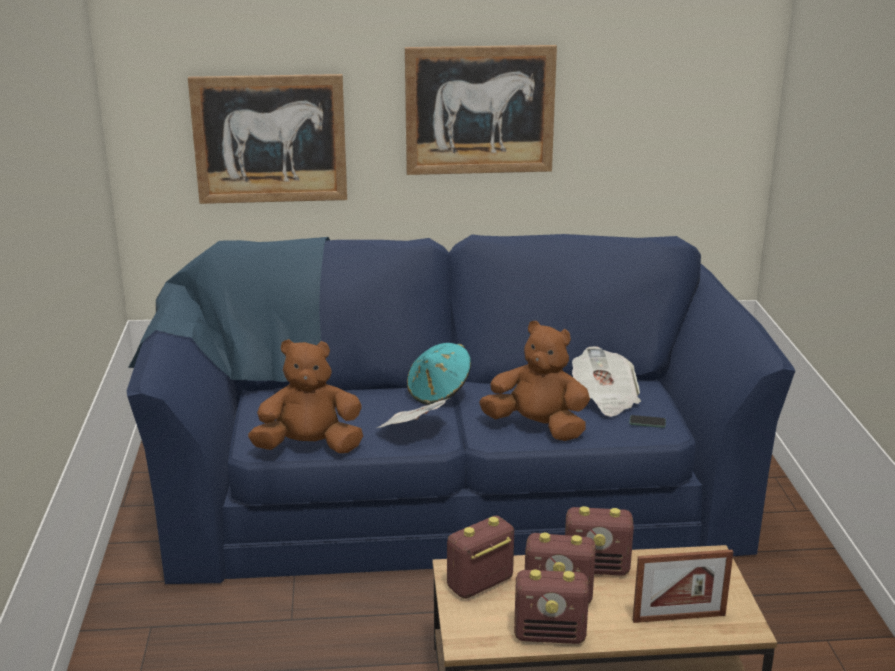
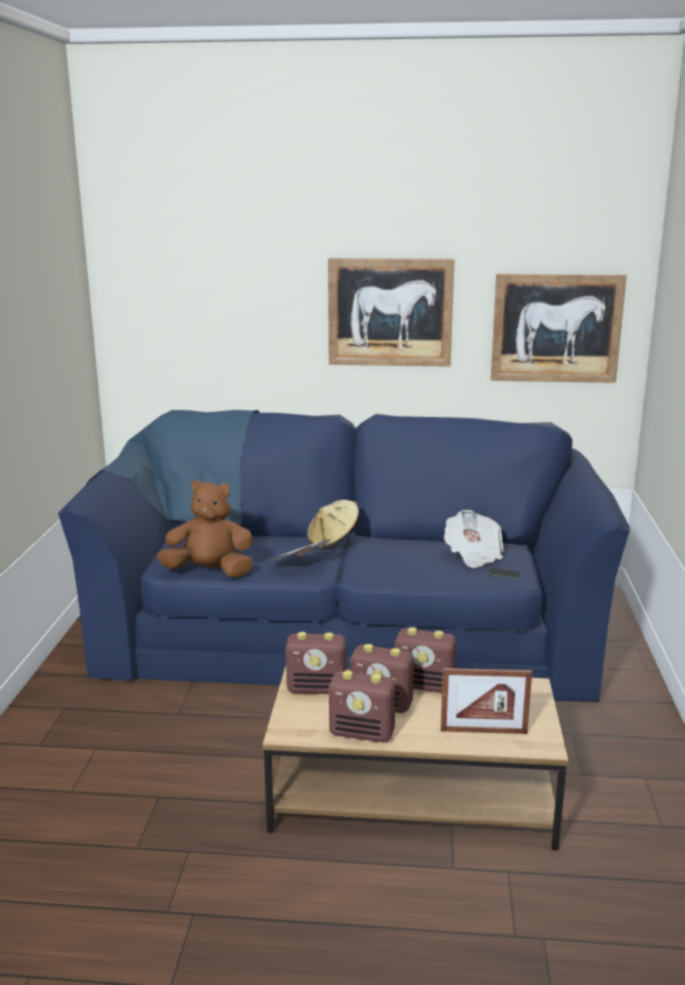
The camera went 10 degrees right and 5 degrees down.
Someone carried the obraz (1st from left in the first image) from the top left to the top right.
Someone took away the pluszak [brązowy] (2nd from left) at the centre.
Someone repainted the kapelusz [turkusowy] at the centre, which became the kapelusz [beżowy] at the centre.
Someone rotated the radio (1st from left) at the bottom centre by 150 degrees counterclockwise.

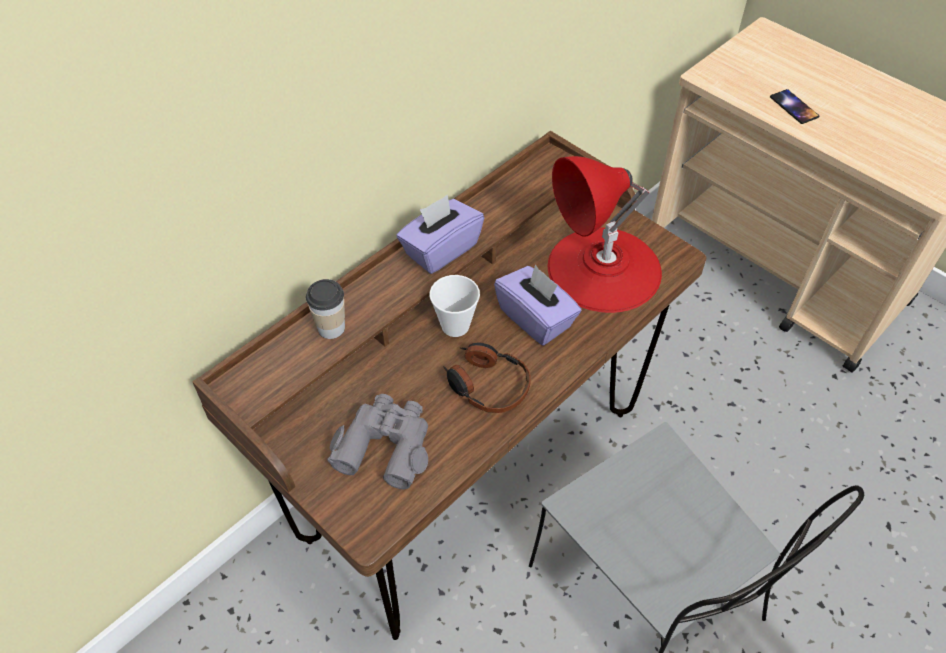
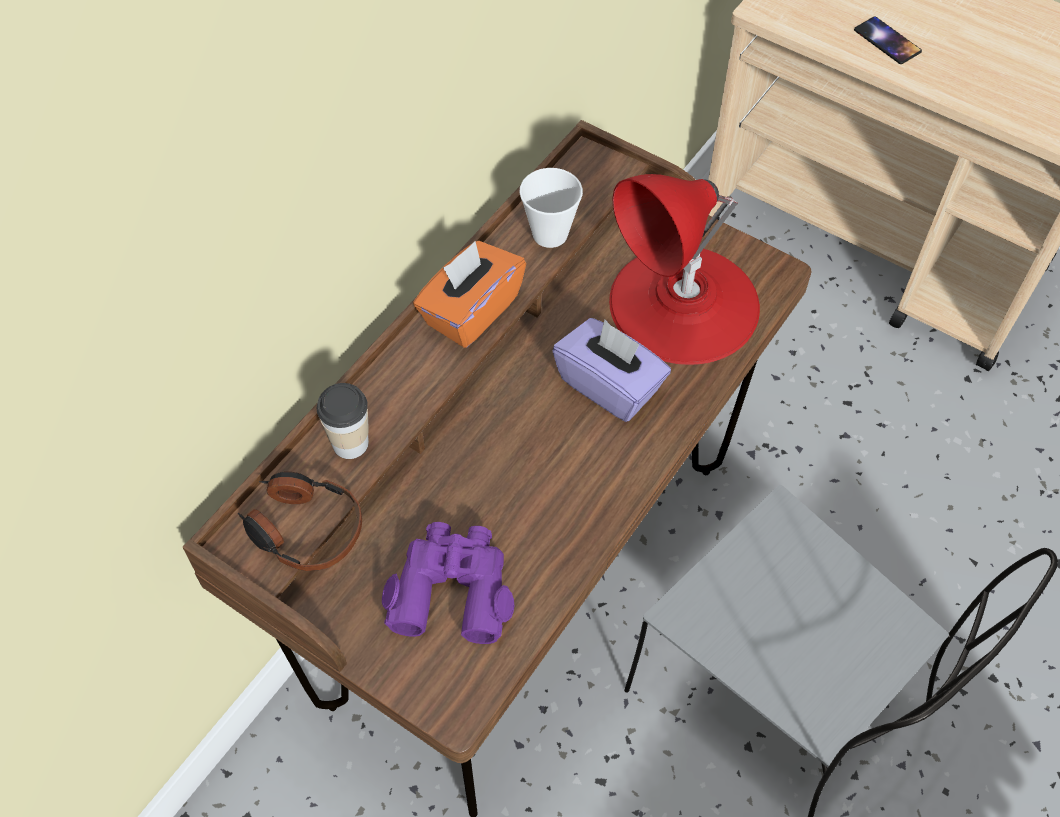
The camera went 10 degrees left and 5 degrees up.
Someone repainted the pudełko chusteczek [fioletowy] (1st from left) at the centre, which became the pudełko chusteczek [pomarańczowy] at the centre.
Someone carried the filiżanka (2nd from left) from the centre to the top centre.
Someone carried the słuchawki from the centre to the middle left.
Someone repainted the lornetka [szary] at the bottom centre, which became the lornetka [fioletowy] at the bottom centre.

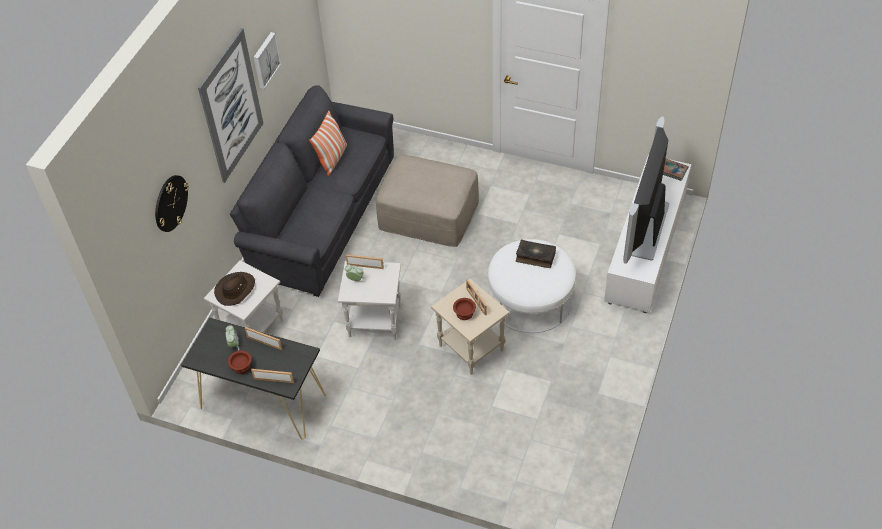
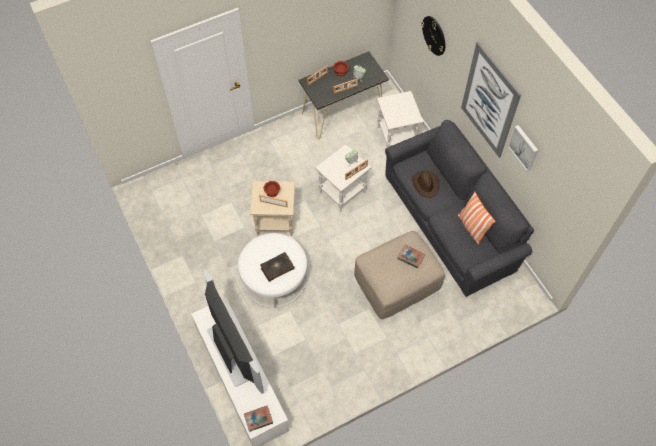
The camera went 130 degrees right and 10 degrees up.
Someone carried the kapelusz [brązowy] from the middle left to the centre.
Someone put down the książka (3rd from left) at the centre.

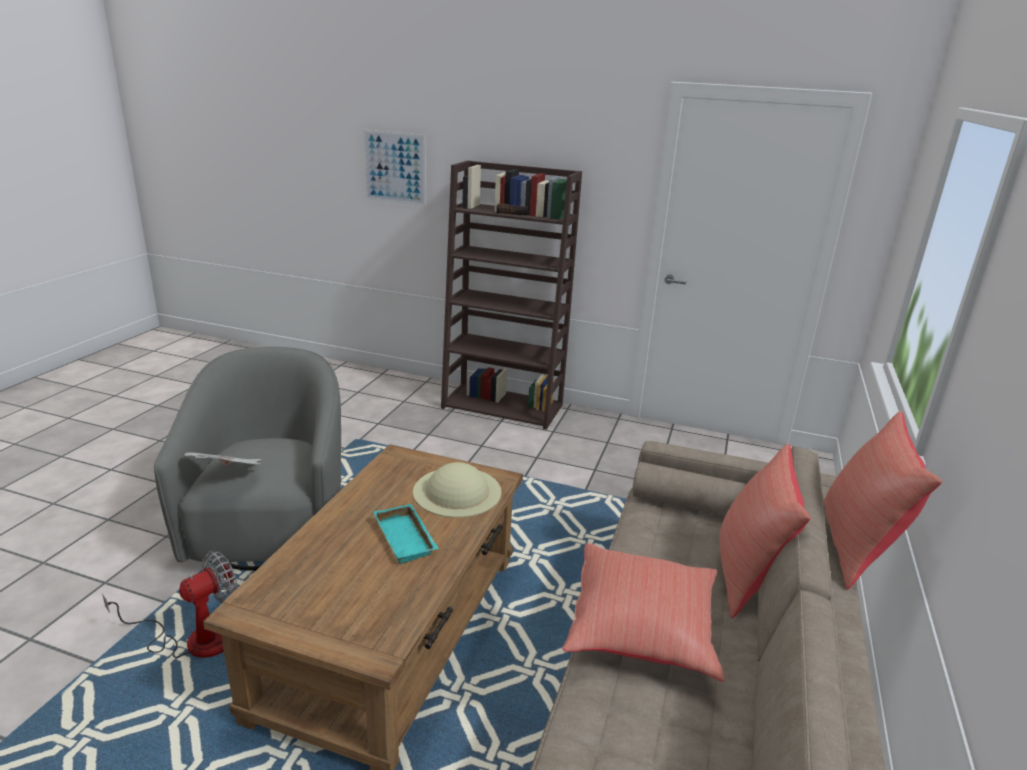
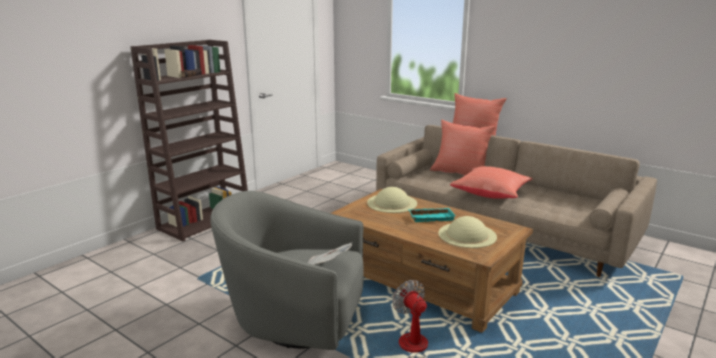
The camera went 70 degrees left and 5 degrees down.
Someone took away the obraz at the top centre.
Someone put down the kapelusz [beżowy] (2nd from left) at the centre.

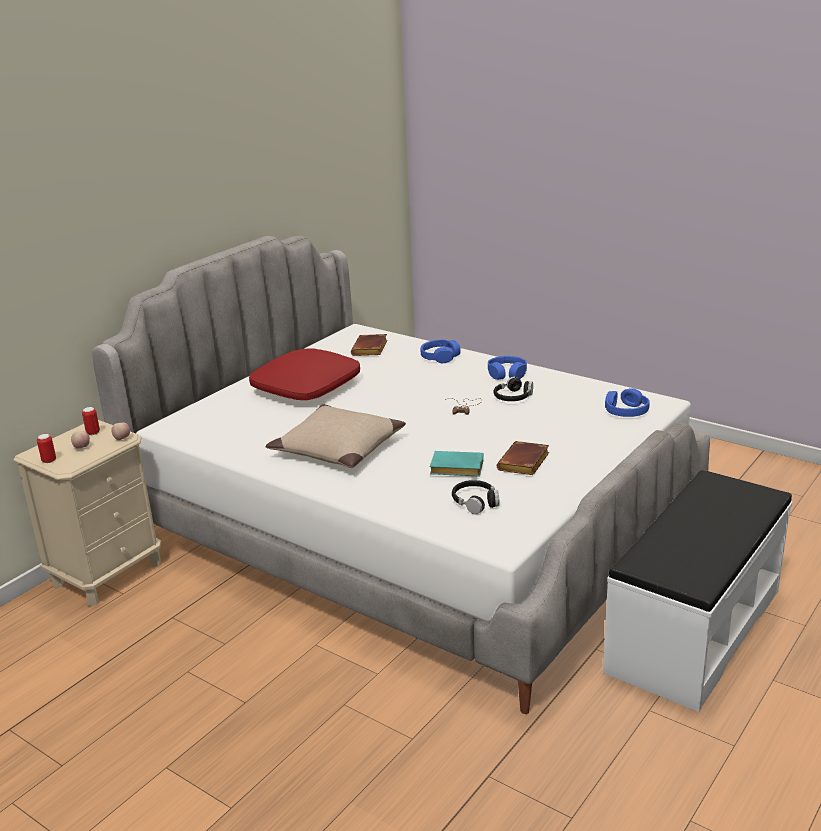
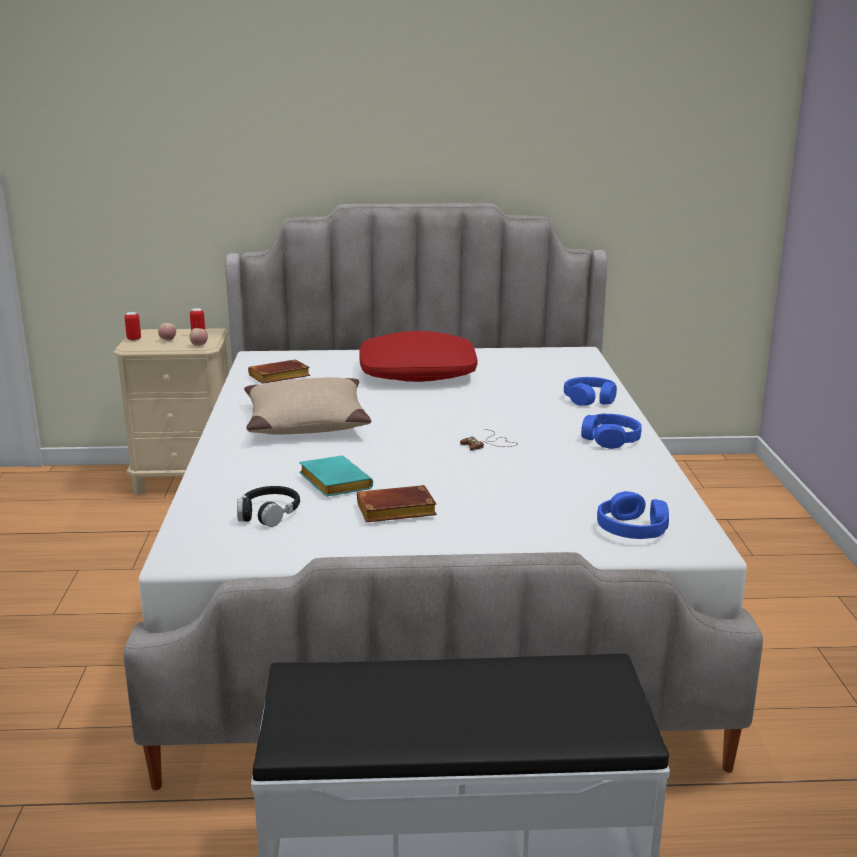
The camera went 50 degrees right and 5 degrees down.
Someone carried the książka [brązowy] (1st from left) from the centre to the middle left.
Someone took away the słuchawki [czarny] (2nd from left) at the centre.

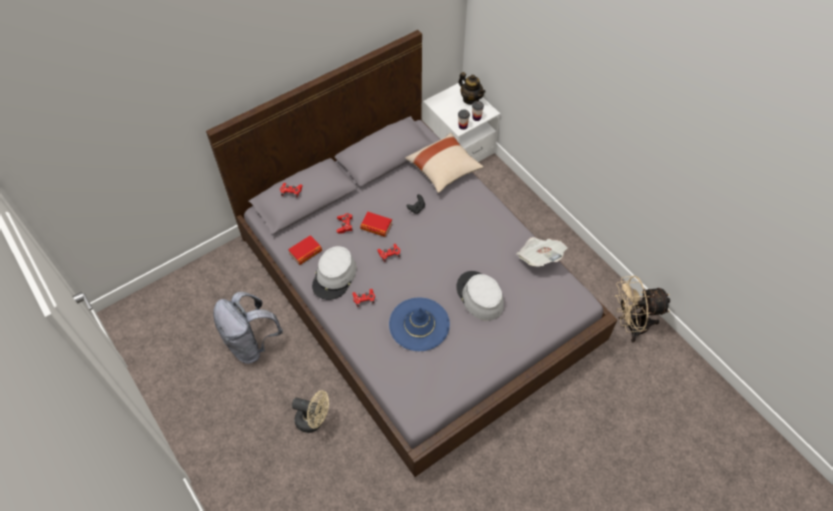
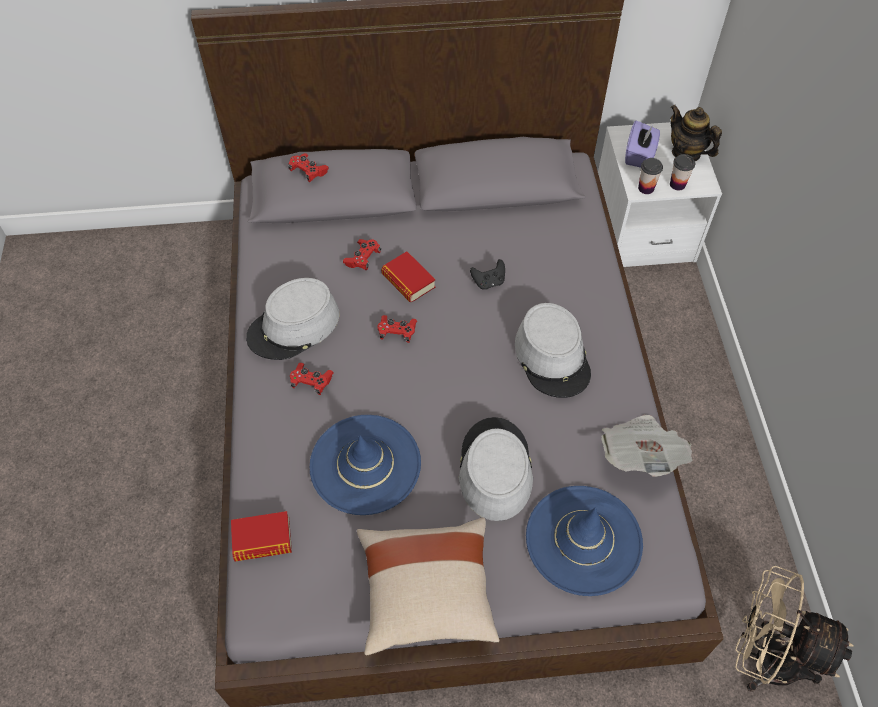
The camera went 30 degrees right and 0 degrees up.
Someone rotated the imbryk at the top centre by 150 degrees clockwise.
Someone carried the poduszka [beżowy] from the top centre to the bottom centre.
Someone carried the książka (1st from left) from the centre to the bottom left.
Someone took away the plecak [szary] at the middle left.
Someone took away the wentylator [beżowy] (1st from left) at the bottom centre.
Someone put down the pudełko chusteczek [fioletowy] at the top right.
Someone put down the kapelusz [szary] (3rd from left) at the centre.
Someone put down the kapelusz [niebieski] (2nd from left) at the bottom centre.

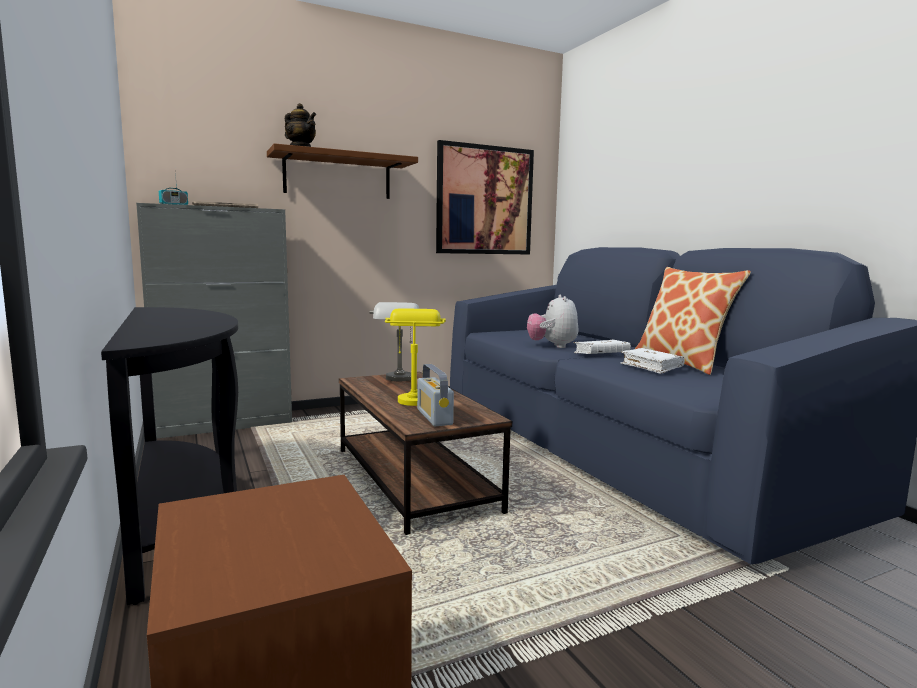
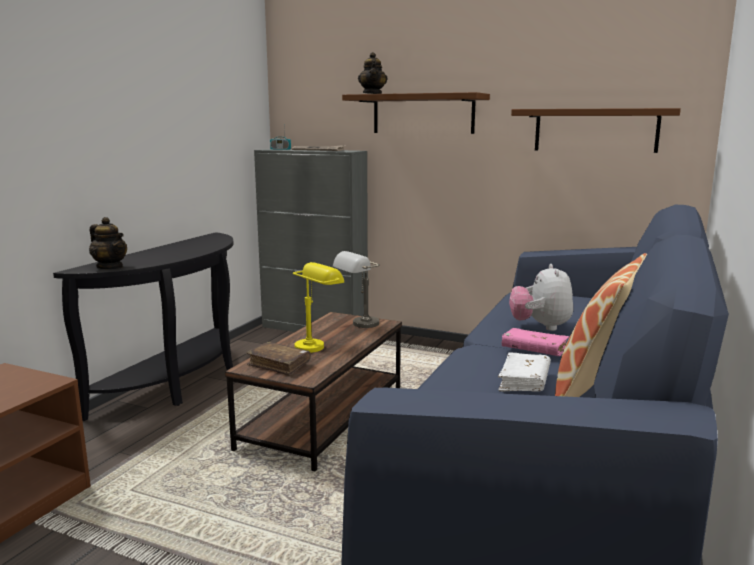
The camera went 50 degrees right and 5 degrees up.
Someone swapped the obraz at the top centre for the półka [brązowy] (2nd from left) at the top right.
Someone rotated the pluszak at the centre by 45 degrees counterclockwise.
Someone repainted the książka [biały] (1st from left) at the centre, which became the książka [różowy] at the middle right.
Someone swapped the radio (2nd from left) at the centre for the książka [brązowy] at the centre.
Someone put down the imbryk (1st from left) at the middle left.

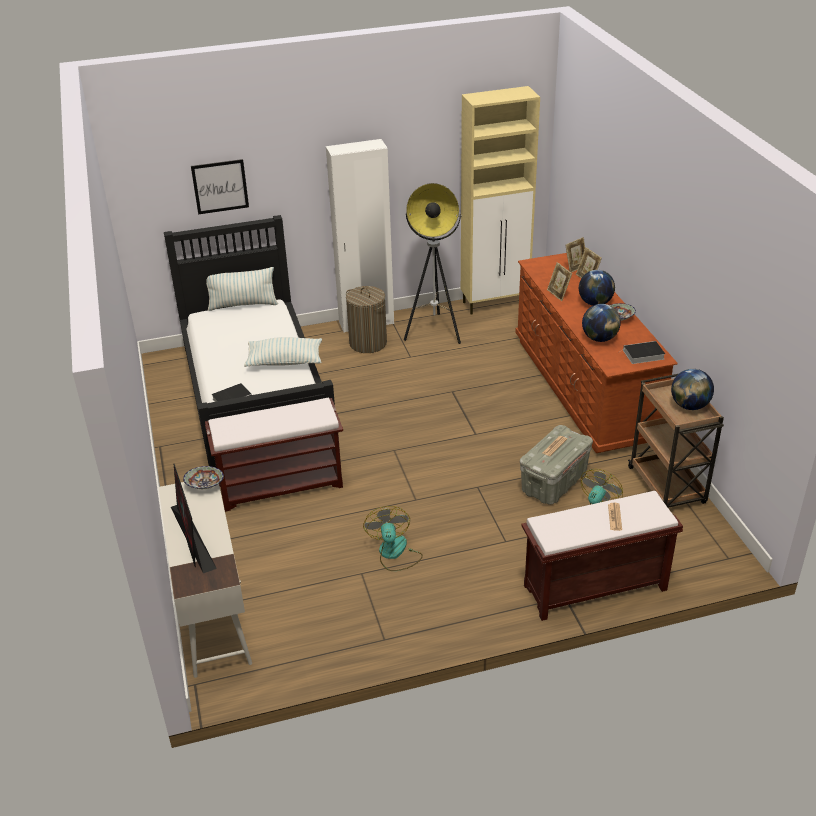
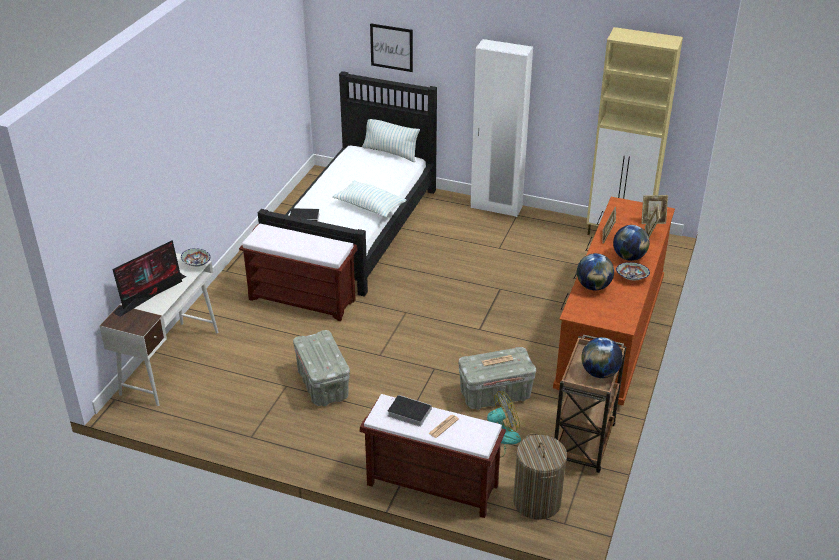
The camera went 35 degrees right and 0 degrees up.
Someone took away the lampa stojąca at the top centre.
Someone carried the kosz na pranie from the centre to the bottom centre.
Someone carried the książka (2nd from left) from the middle right to the bottom centre.
Someone rotated the monitor at the middle left by 150 degrees counterclockwise.
Someone swapped the wentylator (1st from left) at the centre for the pojemnik do przechowywania [szary] (1st from left) at the centre.

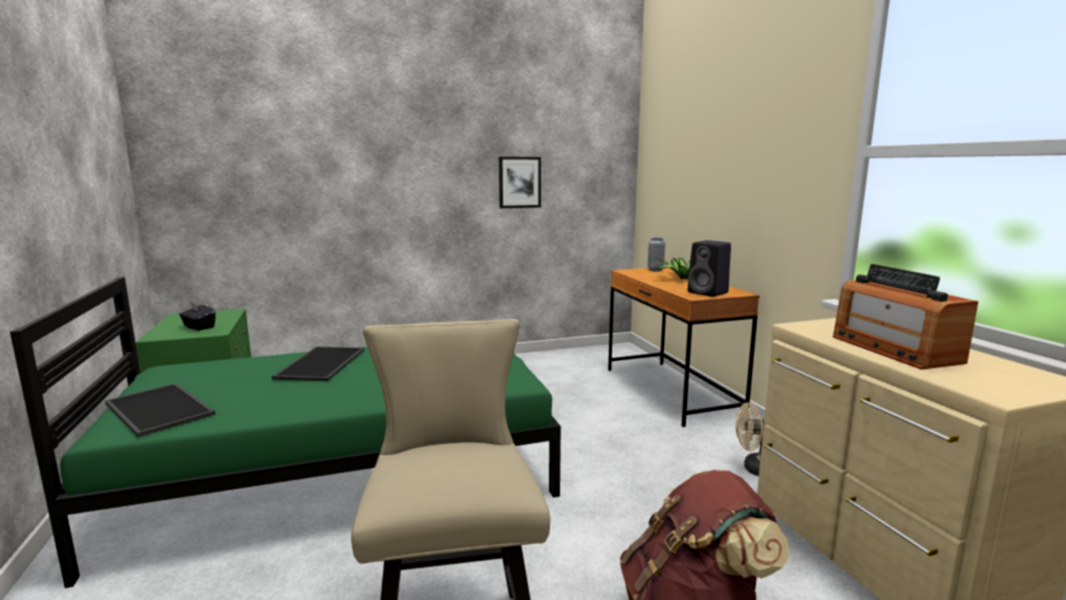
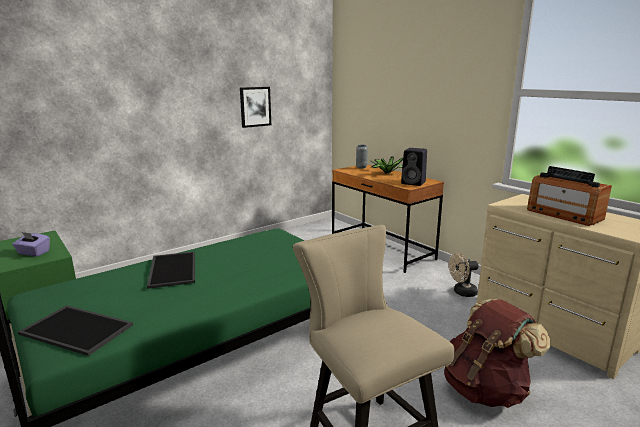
The camera went 20 degrees left and 5 degrees up.
Someone repainted the pudełko chusteczek [czarny] at the middle left, which became the pudełko chusteczek [fioletowy] at the middle left.

